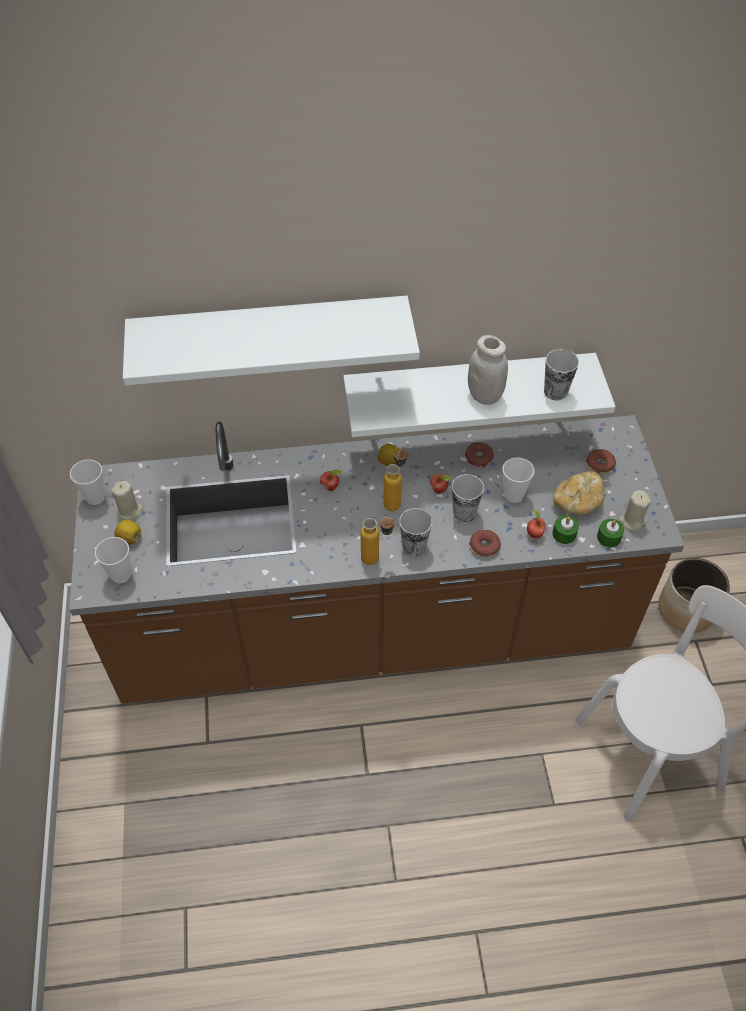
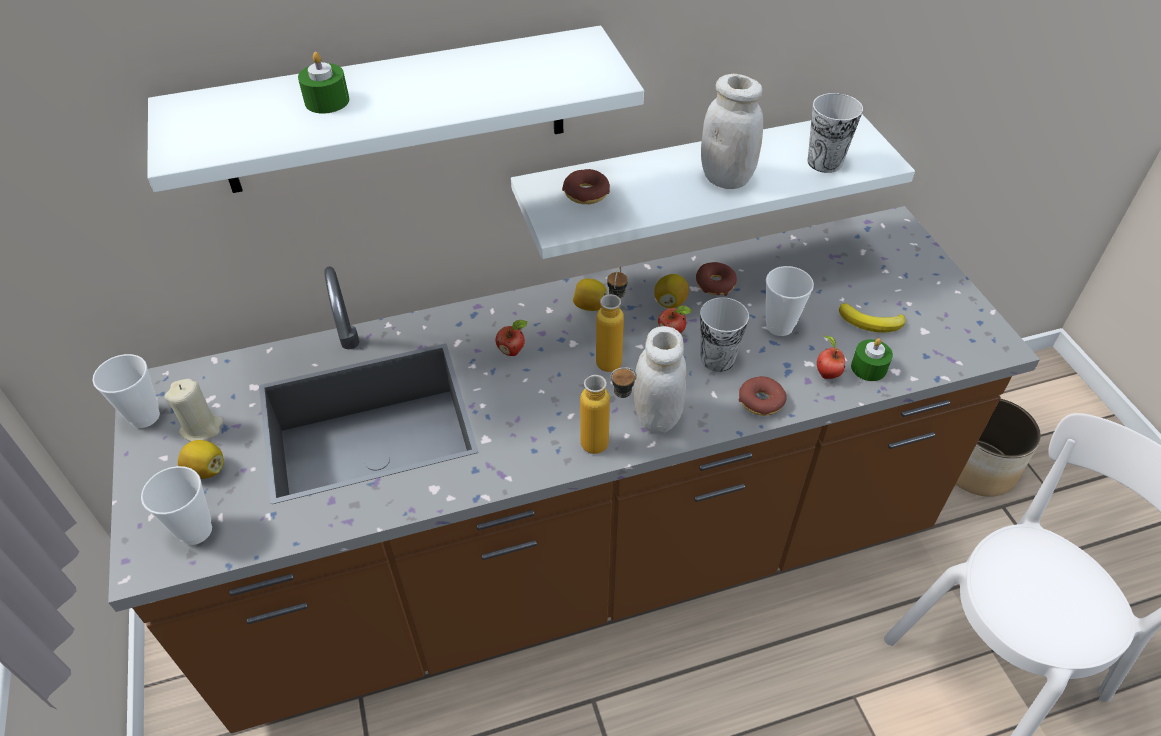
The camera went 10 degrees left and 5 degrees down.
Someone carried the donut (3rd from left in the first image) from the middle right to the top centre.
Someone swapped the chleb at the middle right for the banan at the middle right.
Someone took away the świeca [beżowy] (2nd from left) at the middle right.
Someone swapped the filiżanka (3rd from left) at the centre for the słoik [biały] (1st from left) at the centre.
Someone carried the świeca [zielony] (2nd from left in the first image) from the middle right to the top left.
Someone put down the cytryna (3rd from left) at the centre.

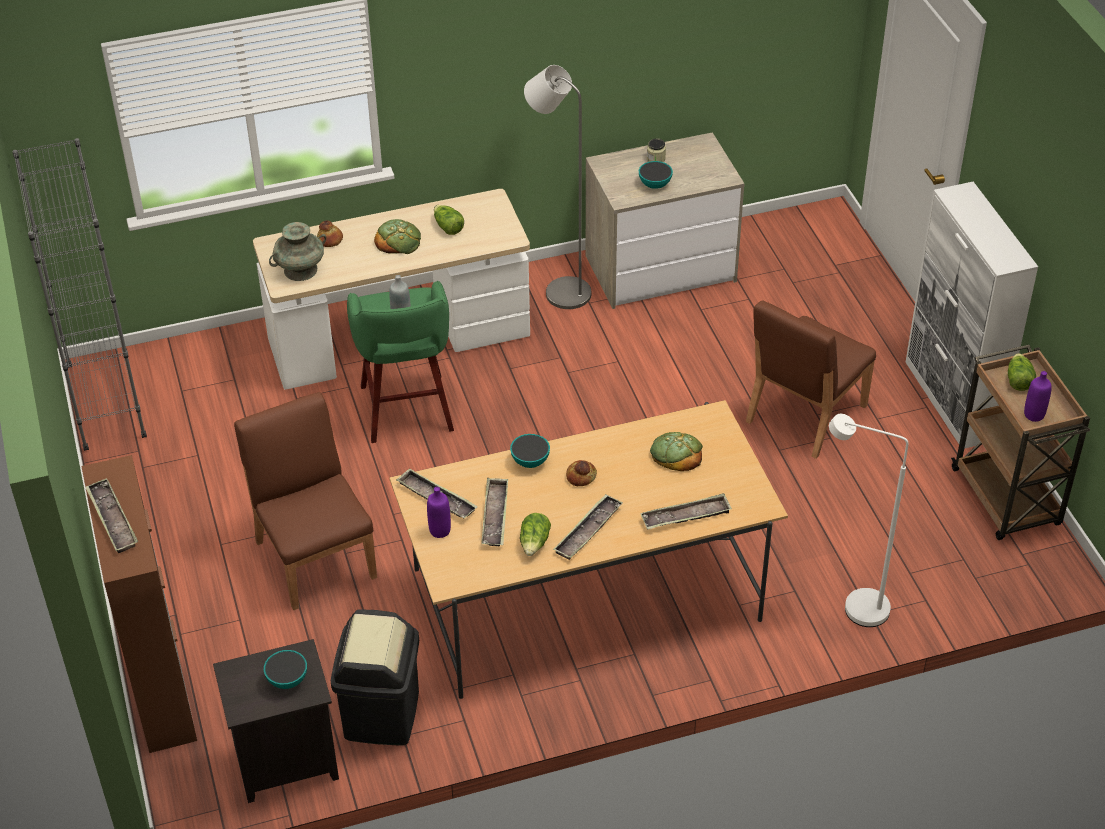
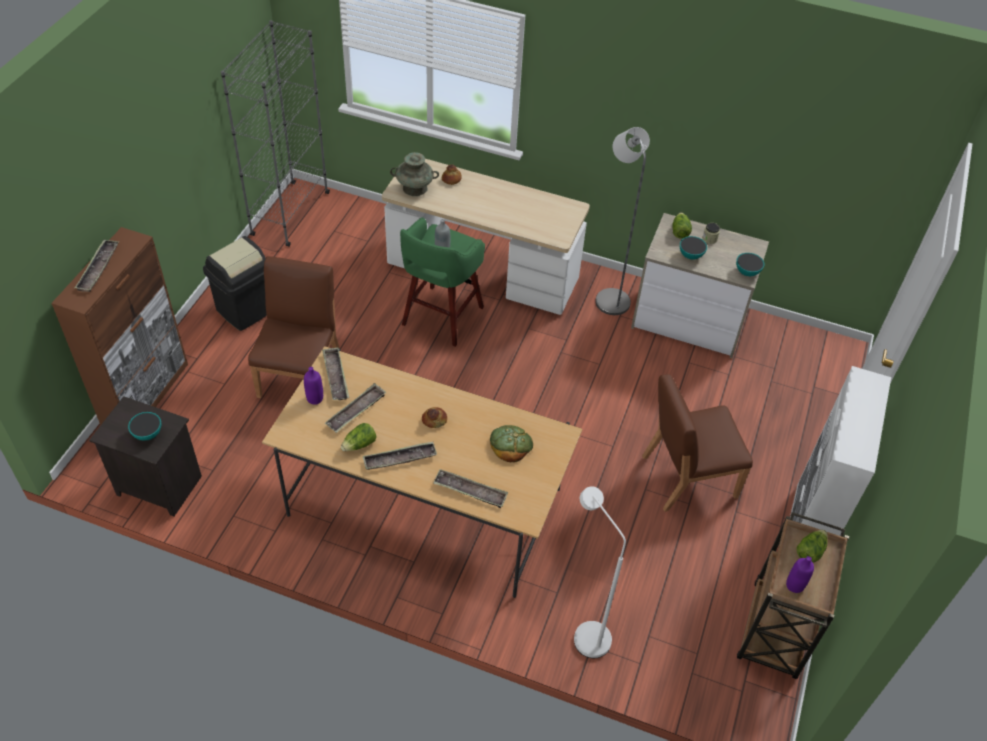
The camera went 35 degrees right and 5 degrees up.
Someone carried the sałata (1st from left in the first image) from the top centre to the top right.
Someone took away the chleb (2nd from left) at the top centre.
Someone carried the miska (2nd from left in the first image) from the centre to the middle right.
Someone carried the kosz na śmieci [czarny] from the bottom centre to the middle left.

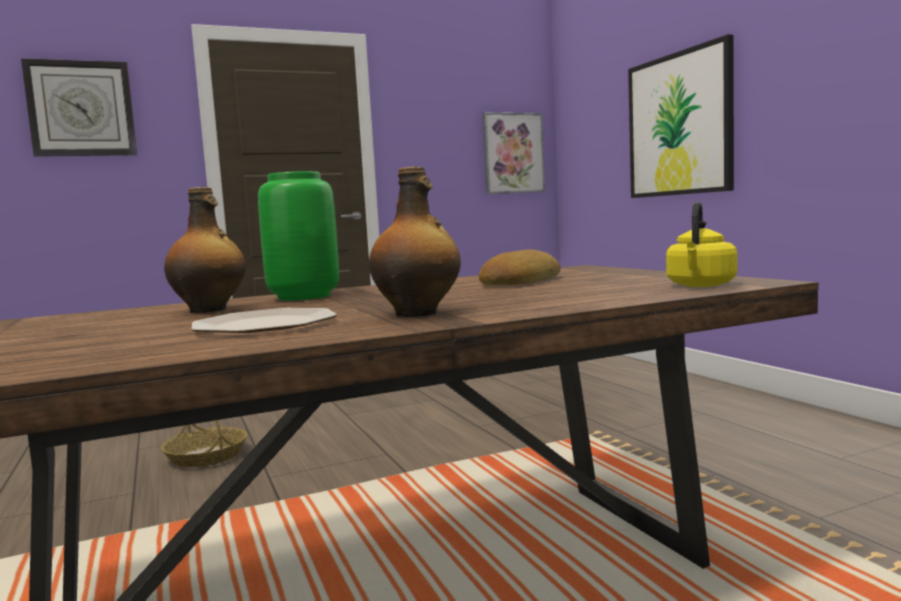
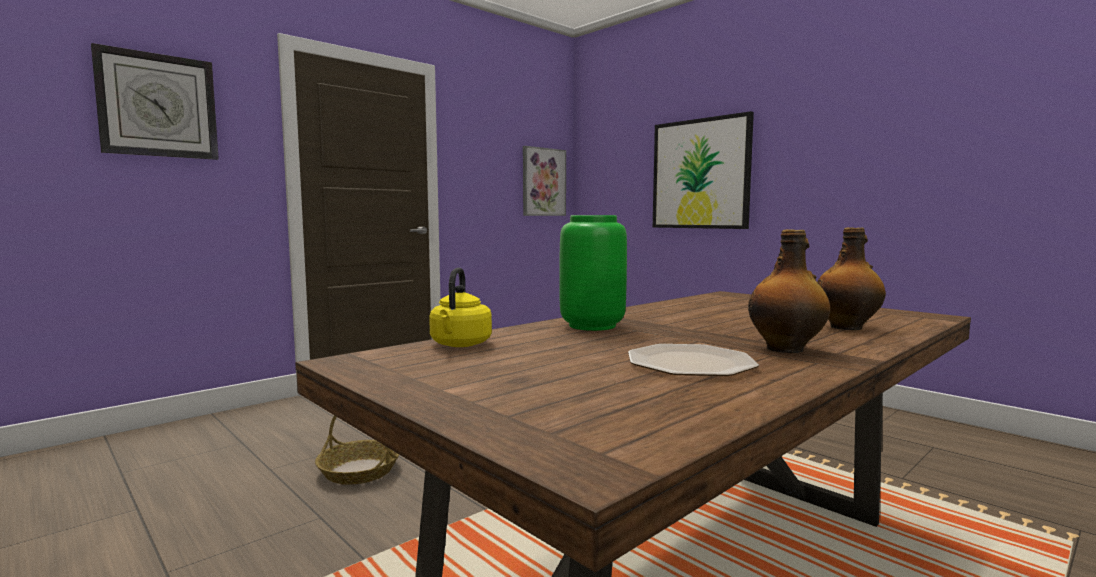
The camera went 20 degrees left and 0 degrees up.
Someone carried the butelka (1st from left in the first image) from the middle left to the middle right.
Someone carried the czajnik [żółty] from the middle right to the centre.
Someone took away the chleb at the centre.

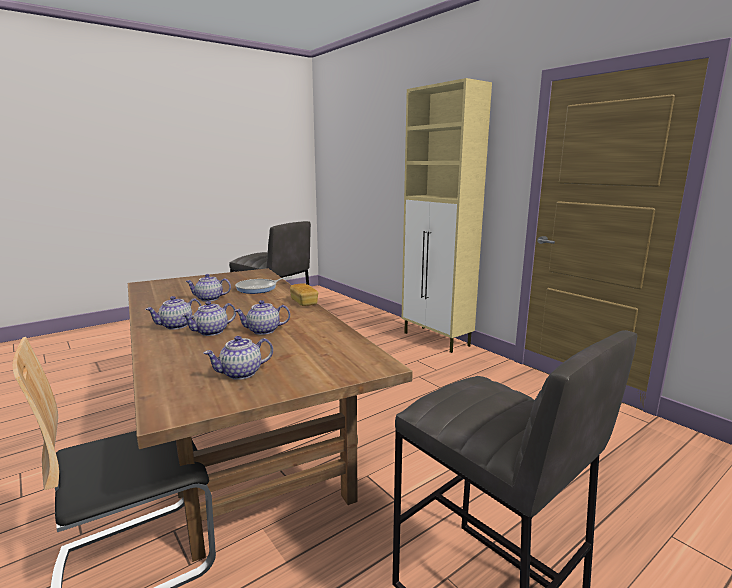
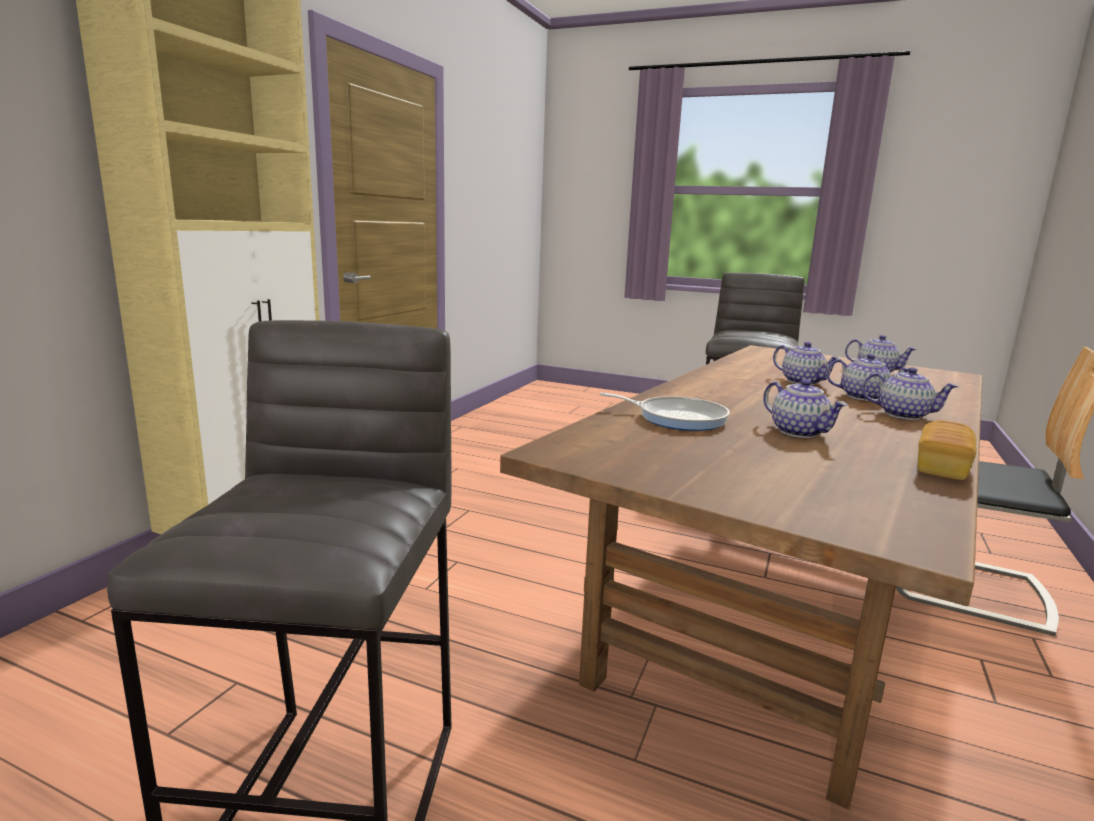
The camera went 120 degrees left and 0 degrees up.
Someone carried the chleb from the centre to the middle right.

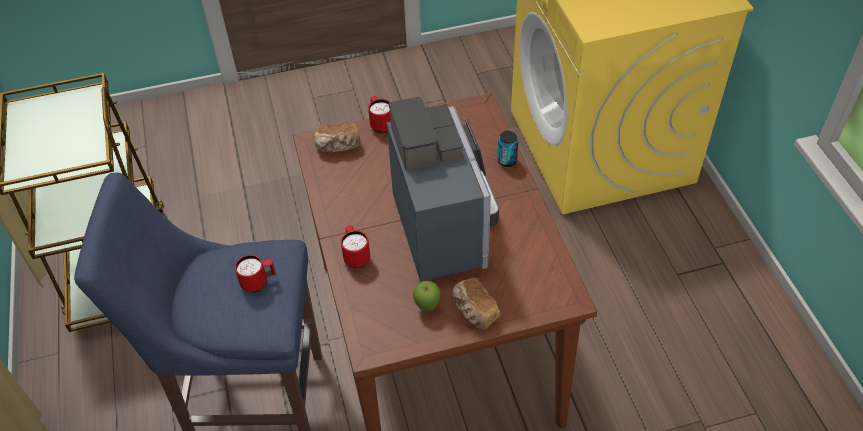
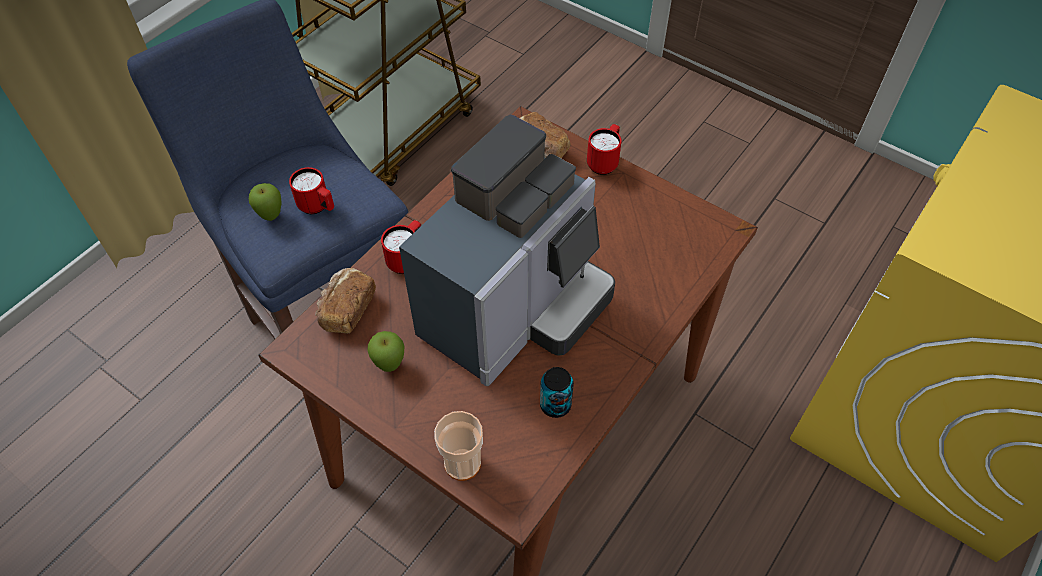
The camera went 50 degrees right and 5 degrees up.
Someone carried the puszka from the centre to the bottom centre.
Someone carried the chleb (2nd from left in the first image) from the bottom centre to the middle left.
Someone put down the jabłko (1st from left) at the middle left.
Someone put down the filiżanka at the bottom centre.

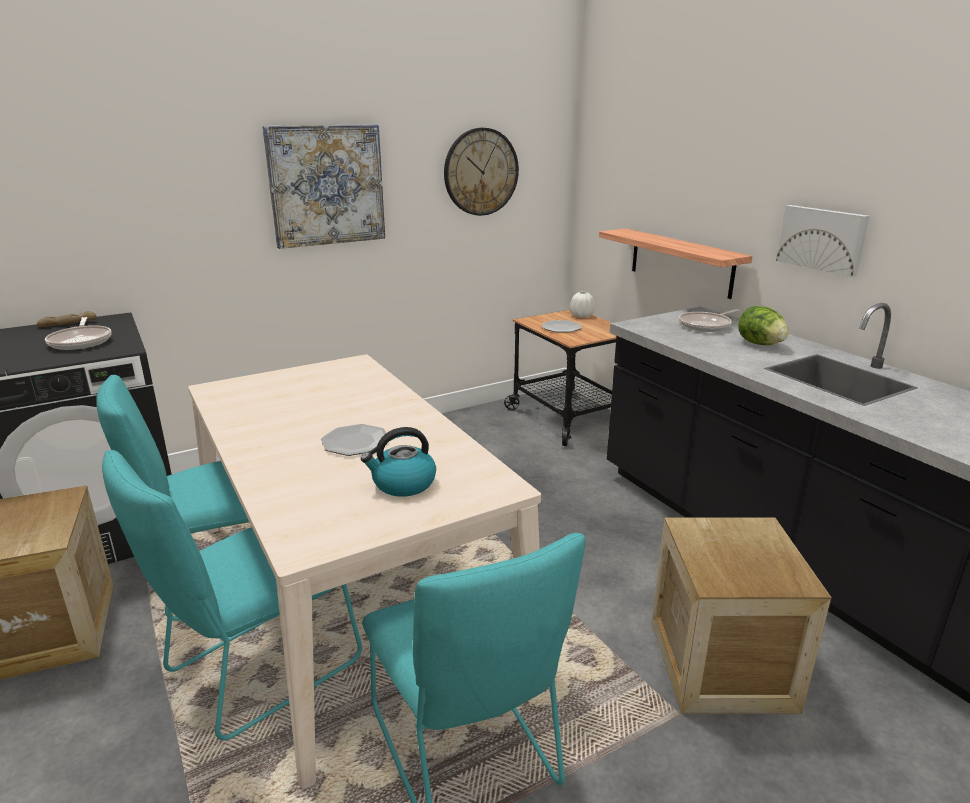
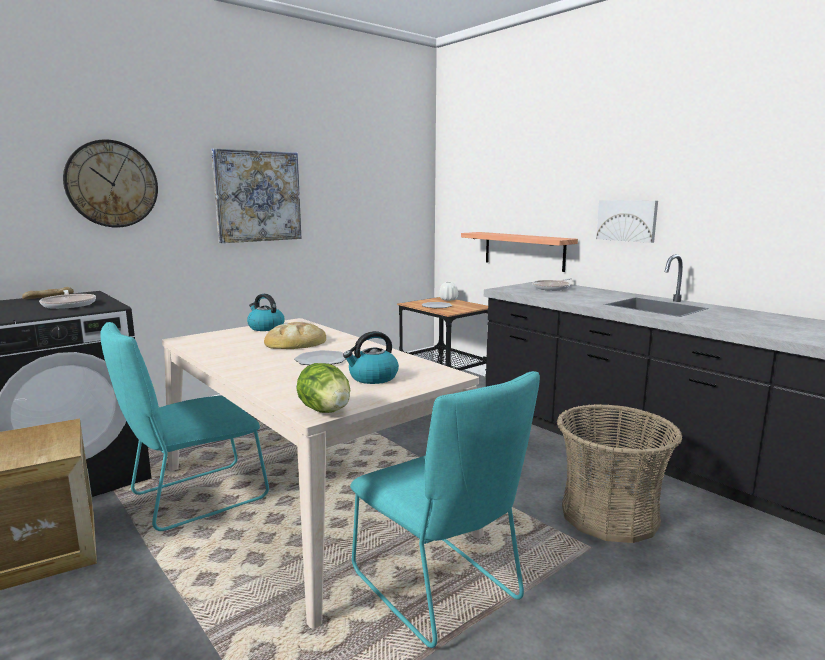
The camera went 10 degrees left and 10 degrees down.
Someone carried the zegar ścienny from the top centre to the top left.
Someone carried the sałata from the middle right to the centre.
Someone took away the krzesło [turkusowy] (2nd from left) at the bottom left.
Someone swapped the skrzynka (2nd from left) at the bottom right for the koszyk at the bottom right.
Someone put down the czajnik (1st from left) at the middle left.
Someone put down the chleb (2nd from left) at the centre.

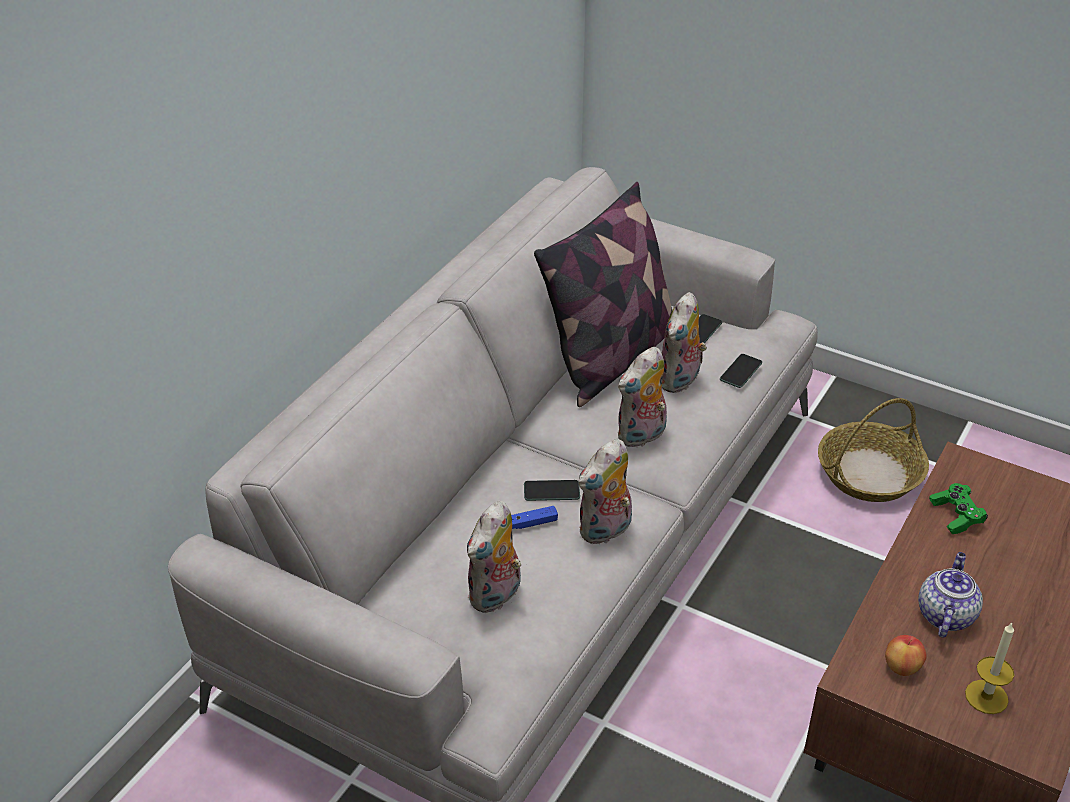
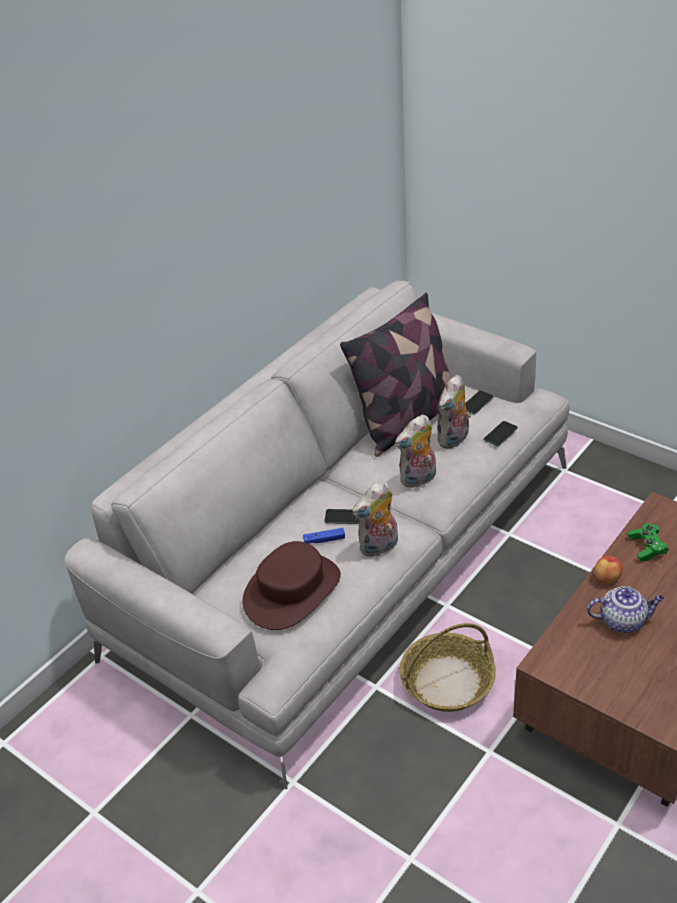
The camera went 10 degrees right and 0 degrees up.
Someone carried the koszyk from the middle right to the bottom centre.
Someone swapped the pluszak (1st from left) at the bottom centre for the kapelusz [brązowy] at the centre.
Someone rotated the imbryk at the bottom right by 60 degrees clockwise.
Someone took away the świeca at the bottom right.
Someone carried the jabłko from the bottom right to the middle right.

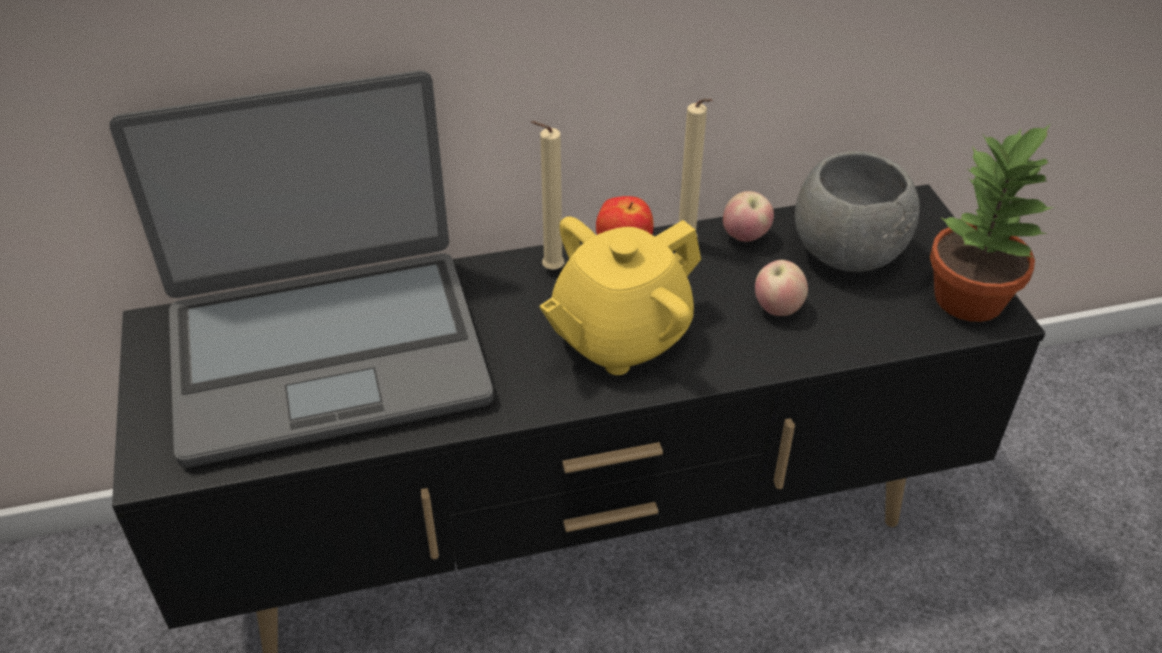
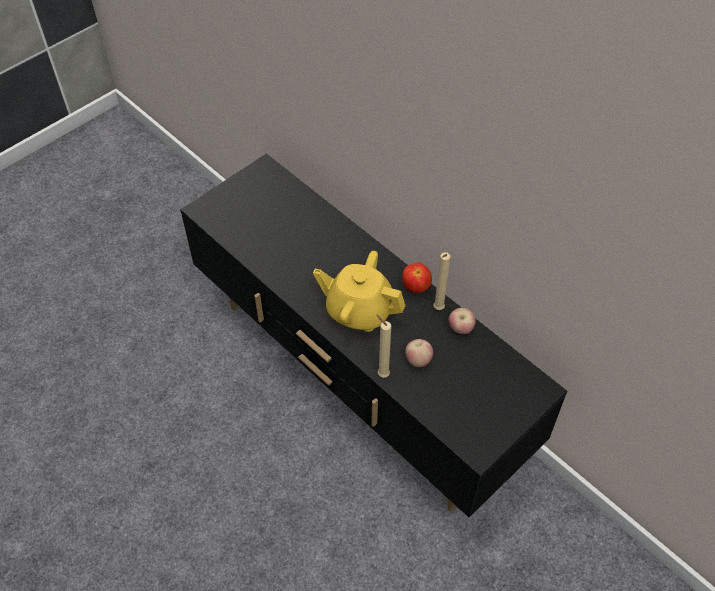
The camera went 60 degrees right and 10 degrees up.
Someone took away the laptop at the middle left.
Someone carried the świeca [beżowy] (1st from left) from the top centre to the centre.
Someone took away the roślina doniczkowa at the middle right.
Someone took away the miska [szary] at the top right.

